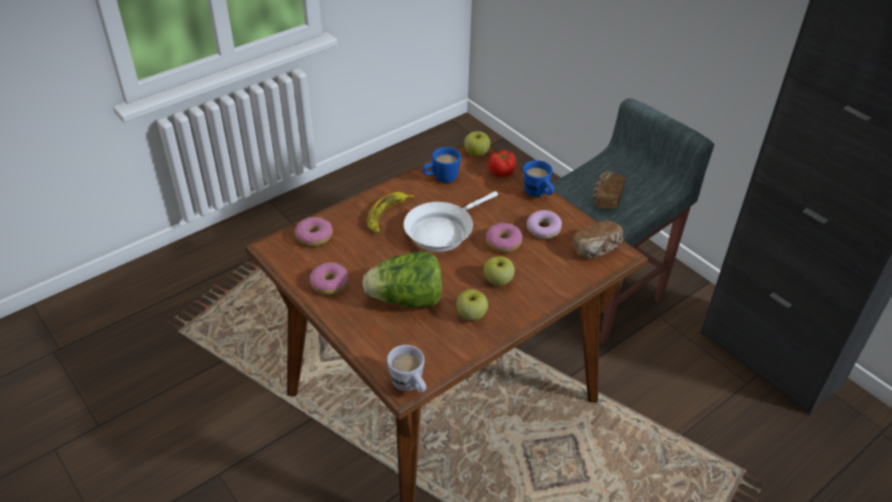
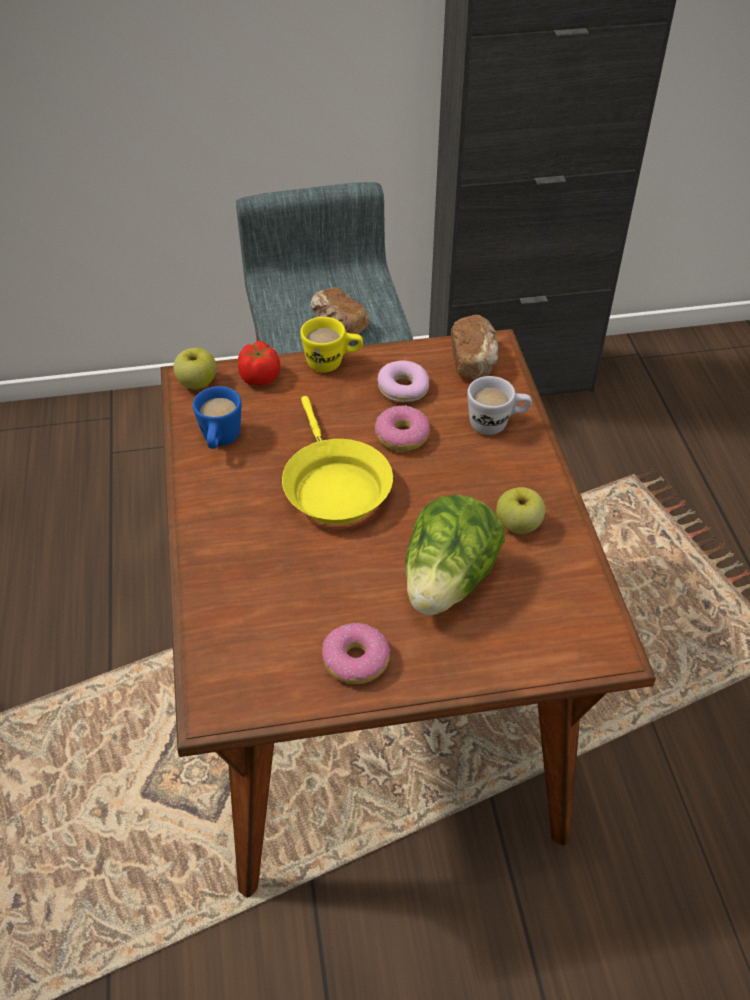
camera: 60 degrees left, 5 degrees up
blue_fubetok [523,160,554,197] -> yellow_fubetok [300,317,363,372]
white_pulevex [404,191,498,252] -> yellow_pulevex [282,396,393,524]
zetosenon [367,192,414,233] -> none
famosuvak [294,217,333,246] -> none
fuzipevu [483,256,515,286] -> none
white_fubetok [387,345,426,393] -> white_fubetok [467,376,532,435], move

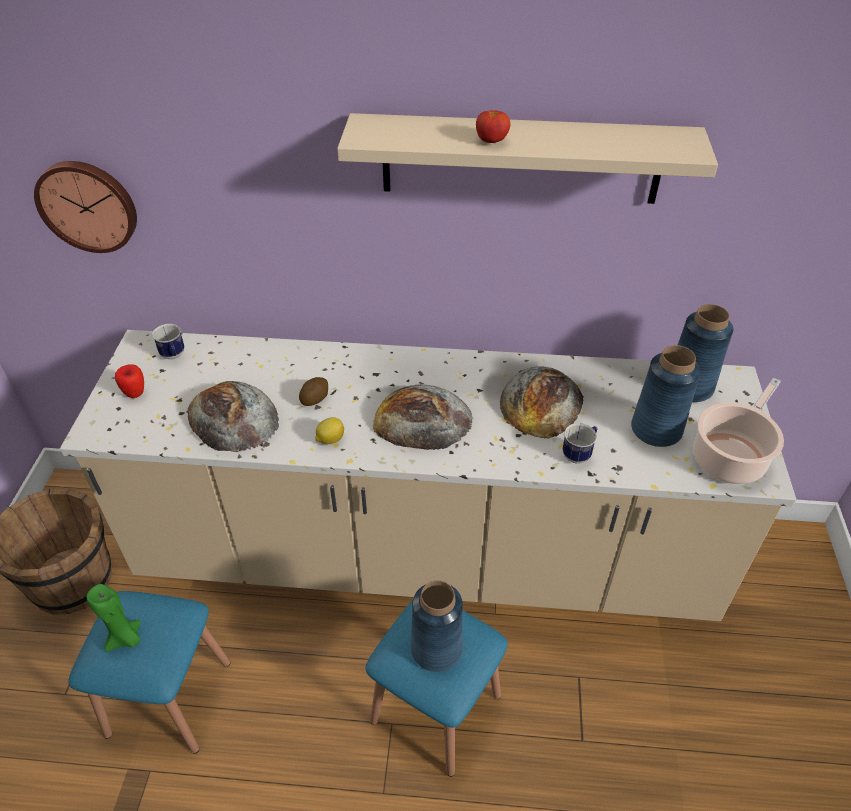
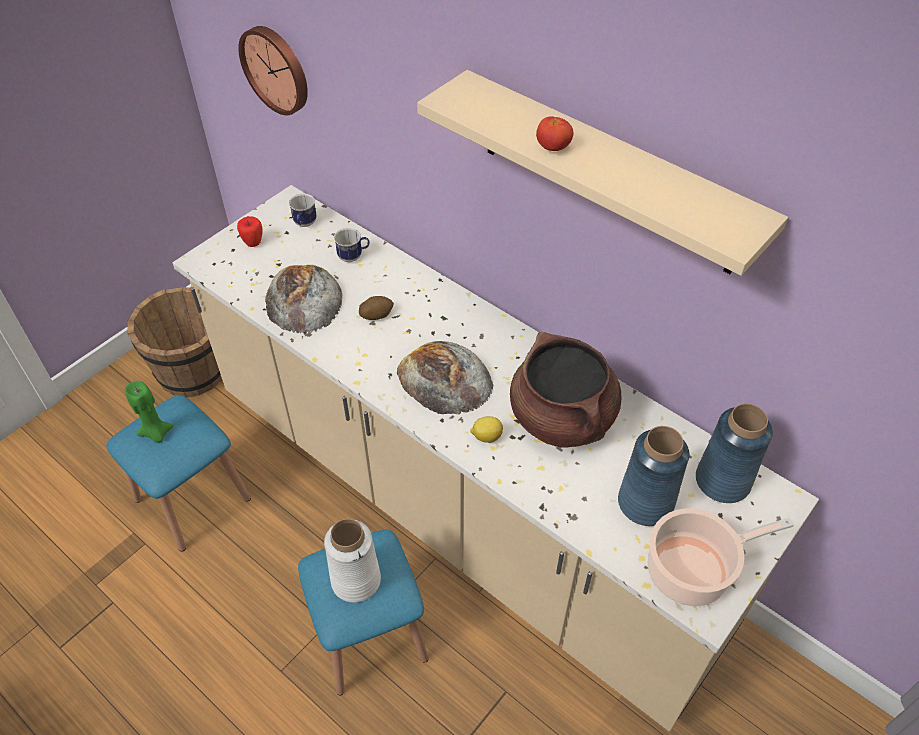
camera: 35 degrees right, 5 degrees up
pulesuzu [500,366,584,439] -> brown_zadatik [510,332,621,448]
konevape [315,417,344,444] -> konevape [470,416,503,443], move
fubetok [562,423,597,464] -> fubetok [334,228,370,262], move
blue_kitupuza [411,580,463,672] -> white_kitupuza [324,519,381,602]

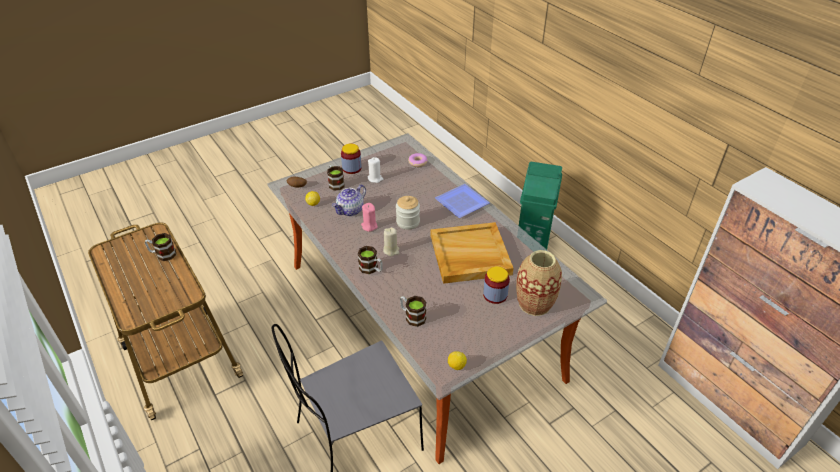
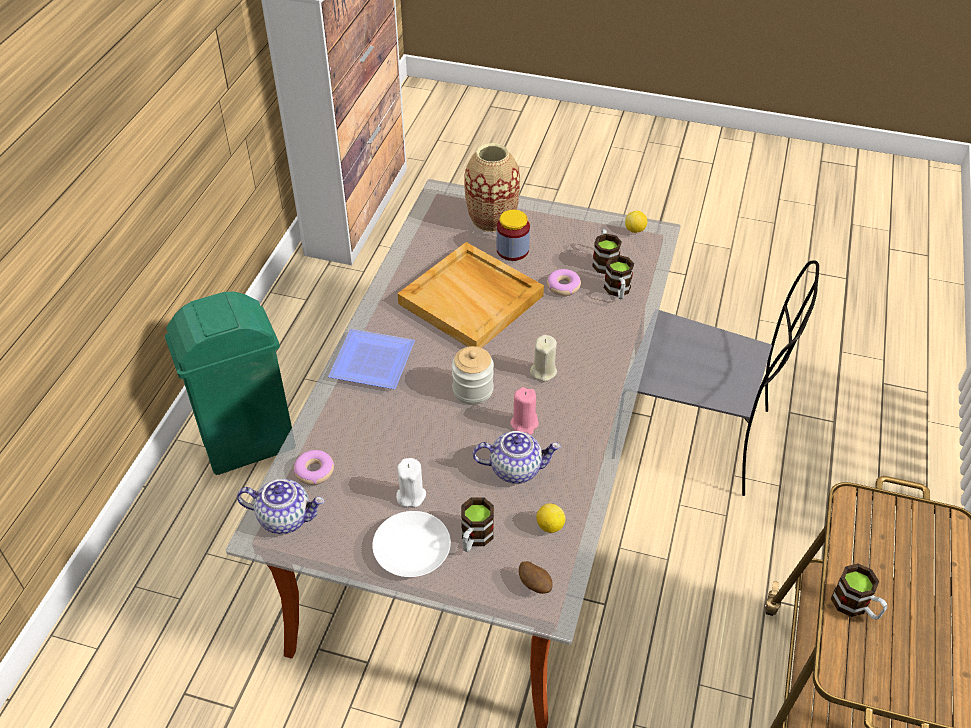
camera: 130 degrees left, 5 degrees up
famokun [341,144,362,174] -> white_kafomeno [372,511,451,577]
fubetok [358,246,383,274] -> fubetok [592,229,622,274], move
none -> famosuvak [547,269,581,296]
none -> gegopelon [237,479,325,534]

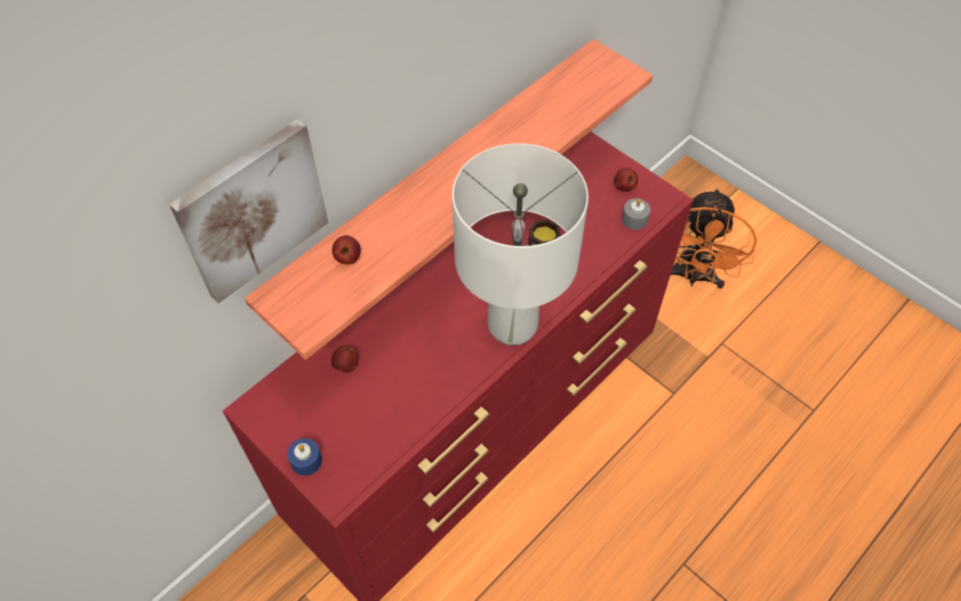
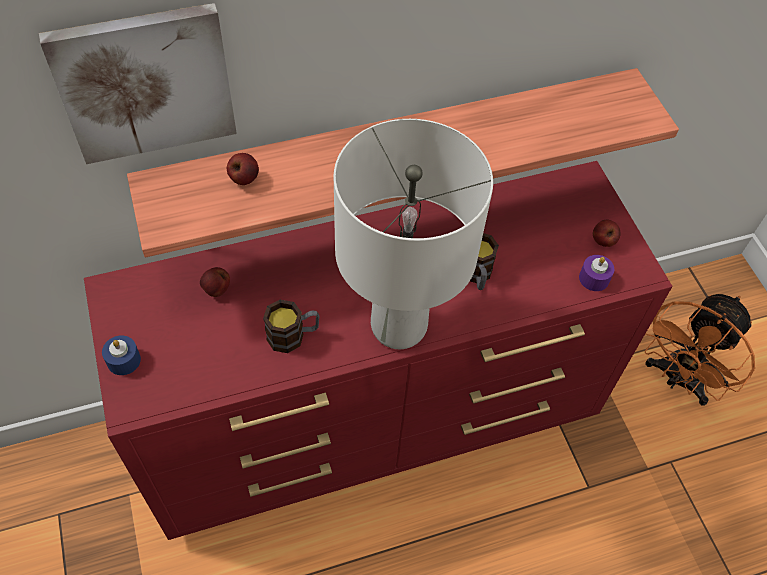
camera: 25 degrees right, 0 degrees up
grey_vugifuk [622,198,651,230] -> purple_vugifuk [579,255,614,291]
none -> fubetok [263,300,319,353]

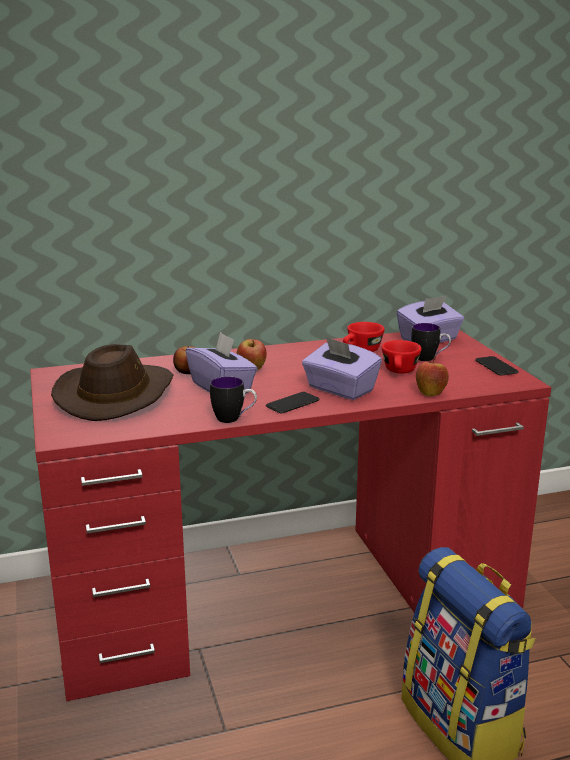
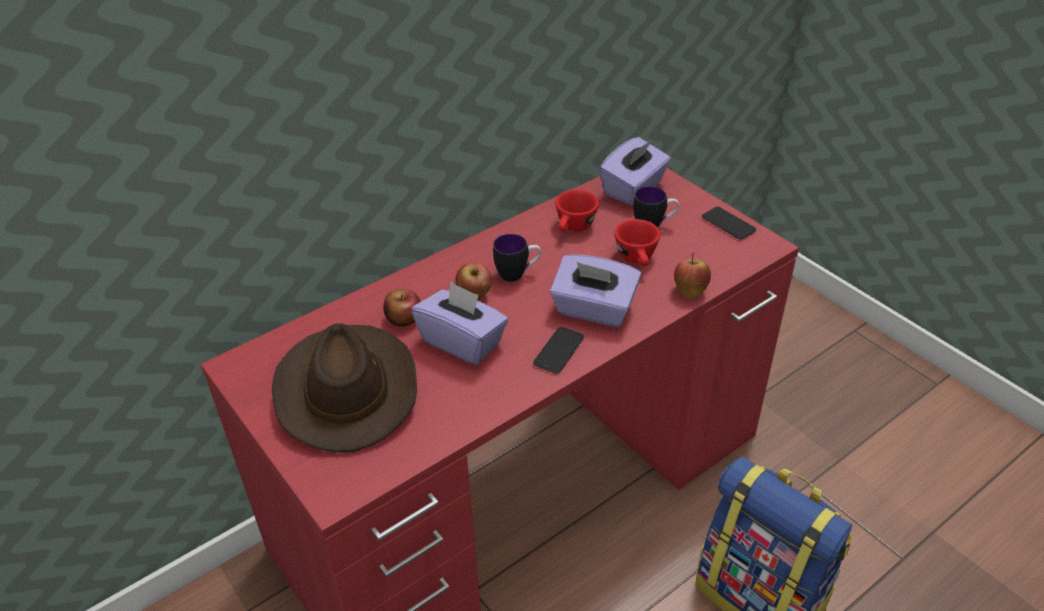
camera: 20 degrees left, 20 degrees up
fubetok [210,377,257,423] -> fubetok [493,234,541,282], move

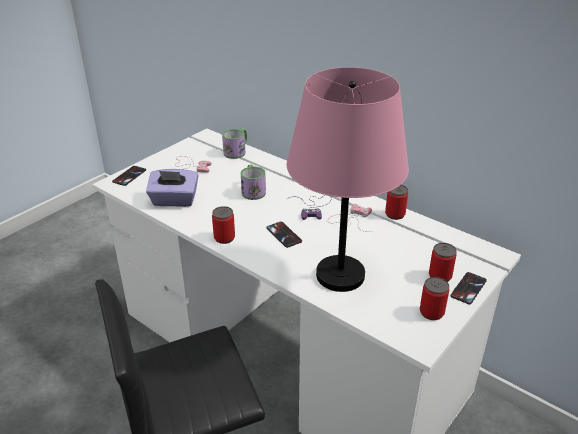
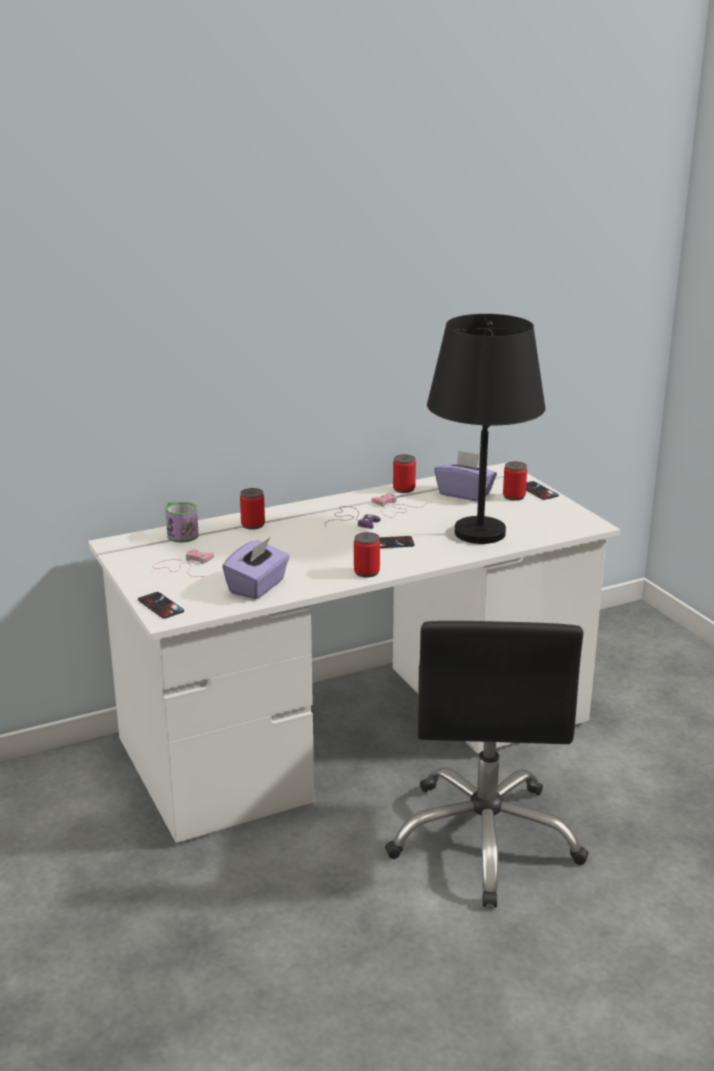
camera: 65 degrees left, 10 degrees down
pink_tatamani [287,67,409,292] -> black_tatamani [427,314,546,544]
fubetok [241,164,266,200] -> none
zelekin [420,277,449,320] -> zelekin [240,488,265,530], move
none -> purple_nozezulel [434,450,497,502]

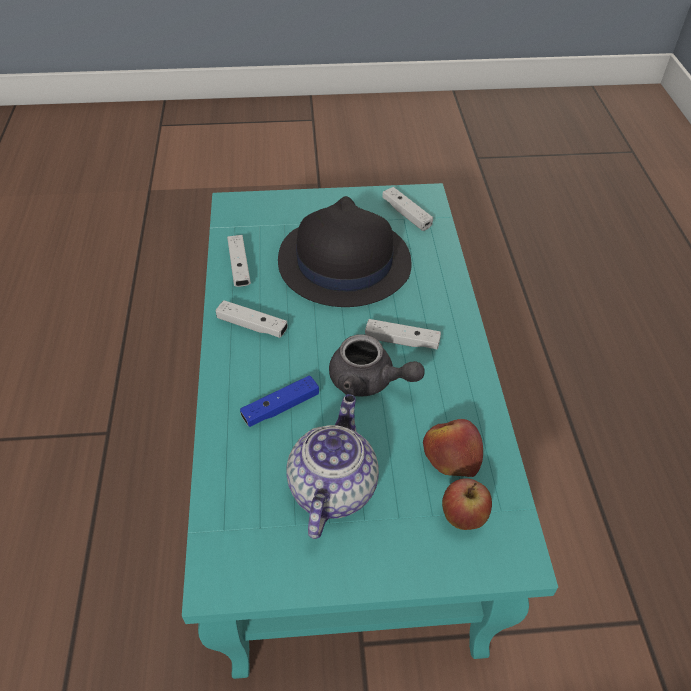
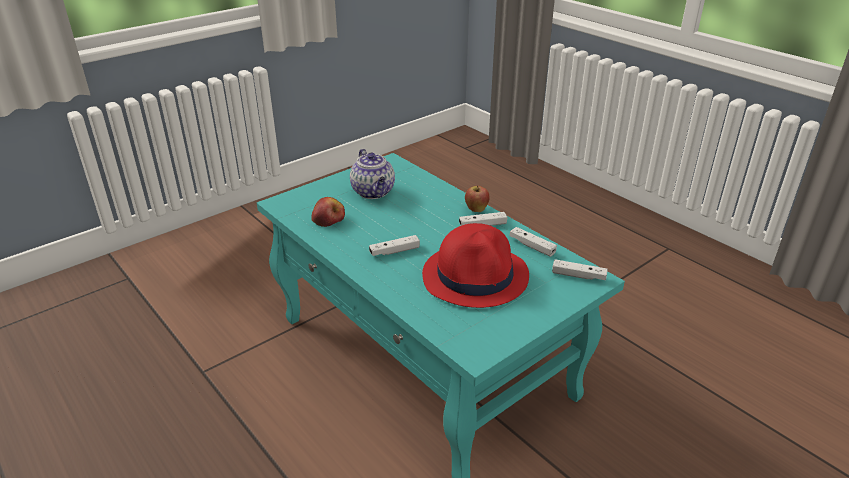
camera: 145 degrees right, 15 degrees down
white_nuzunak [382,187,433,231] -> white_nuzunak [552,259,608,280], move
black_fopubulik [278,196,412,307] -> red_fopubulik [422,223,529,308]
grey_gegopelon [329,334,425,397] -> none
blue_nuzunak [240,375,319,427] -> none
fuzipevu [442,478,492,530] -> fuzipevu [465,186,490,212], move

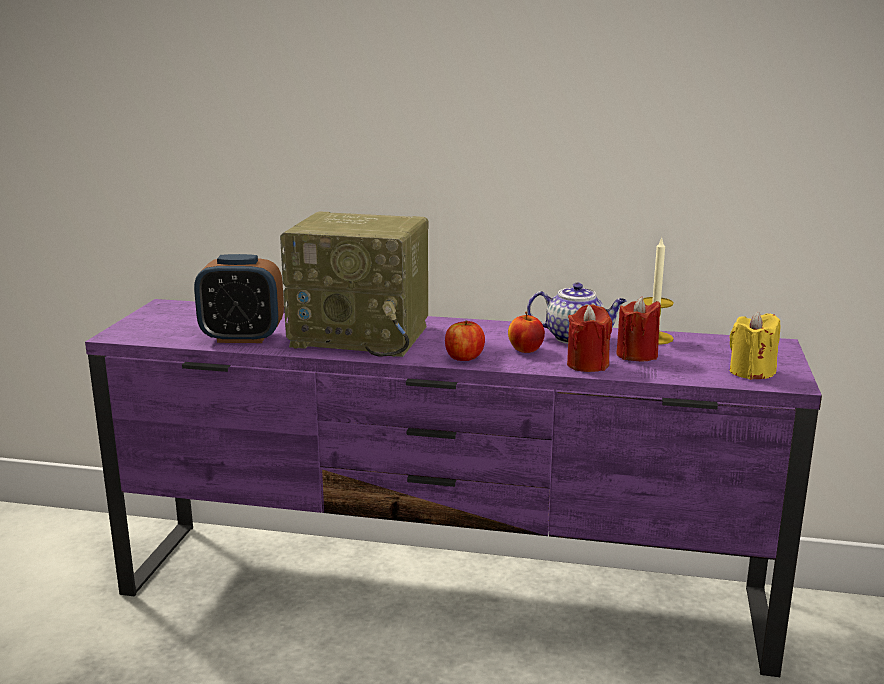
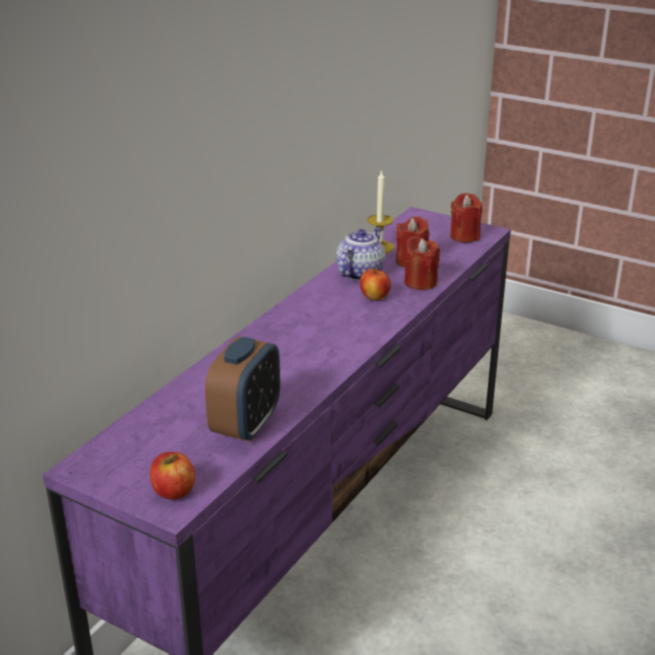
camera: 70 degrees left, 10 degrees up
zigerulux [280,212,429,357] -> none
yellow_vugifuk [729,311,780,380] -> red_vugifuk [450,193,482,242]
fuzipevu [445,320,485,361] -> fuzipevu [150,452,195,500], move

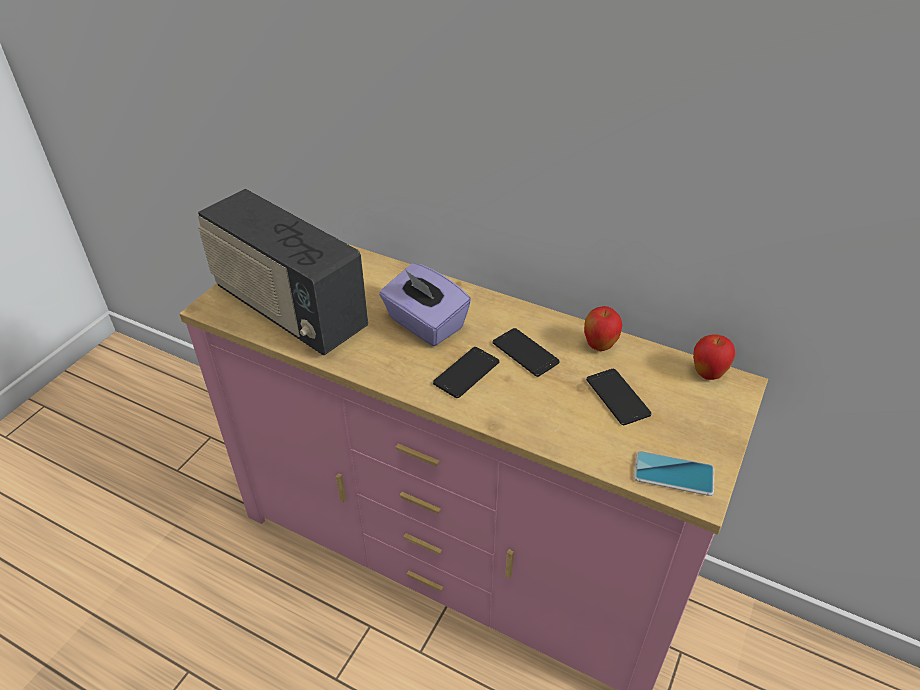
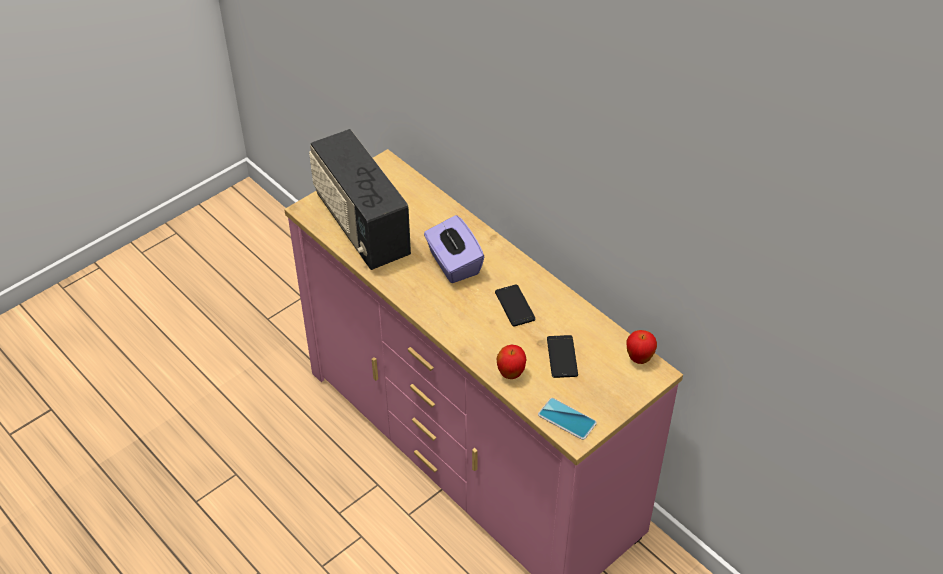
camera: 20 degrees right, 5 degrees up
fuzipevu [584,306,622,351] -> fuzipevu [497,344,527,379], move
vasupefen [433,347,499,398] -> none

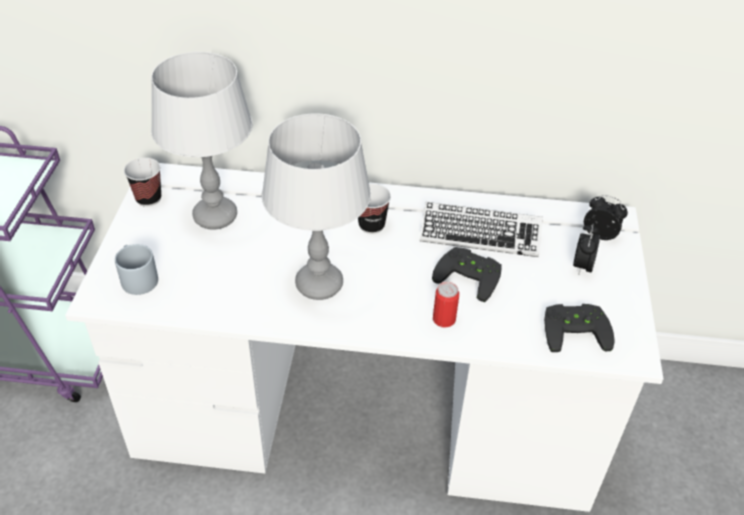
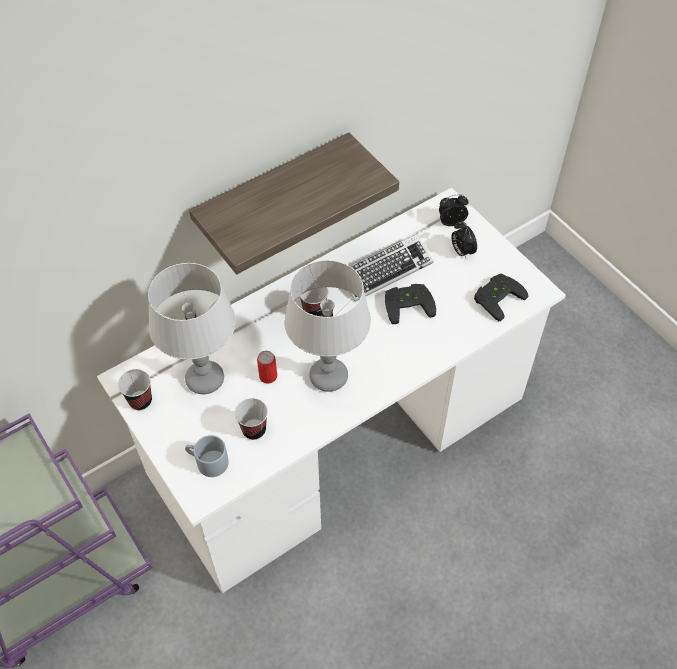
camera: 40 degrees left, 10 degrees up
zelekin [433,282,459,328] -> zelekin [257,351,277,384], move
none -> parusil [189,133,399,274]
none -> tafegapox [235,398,268,440]

